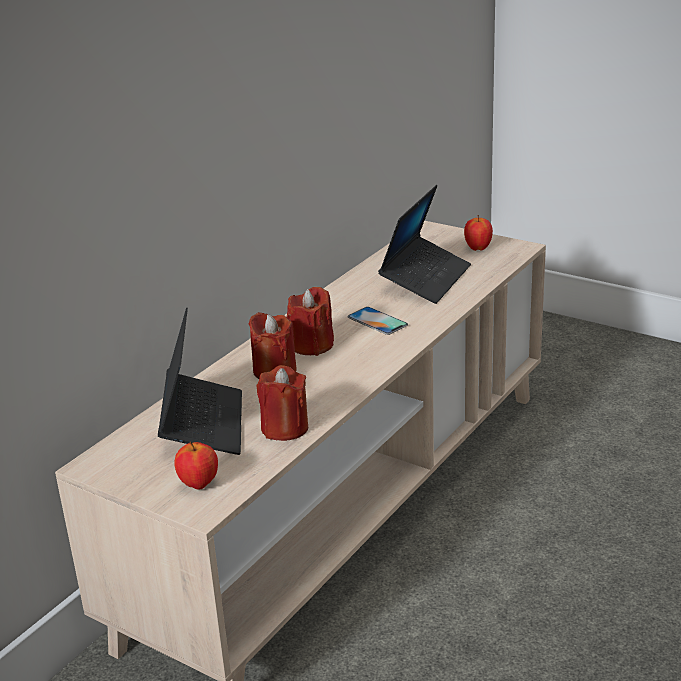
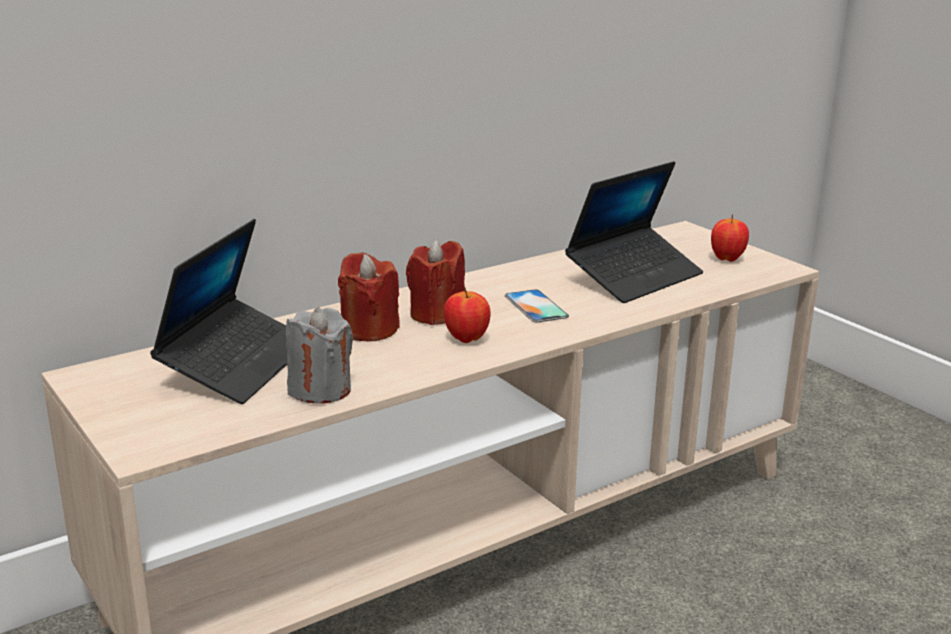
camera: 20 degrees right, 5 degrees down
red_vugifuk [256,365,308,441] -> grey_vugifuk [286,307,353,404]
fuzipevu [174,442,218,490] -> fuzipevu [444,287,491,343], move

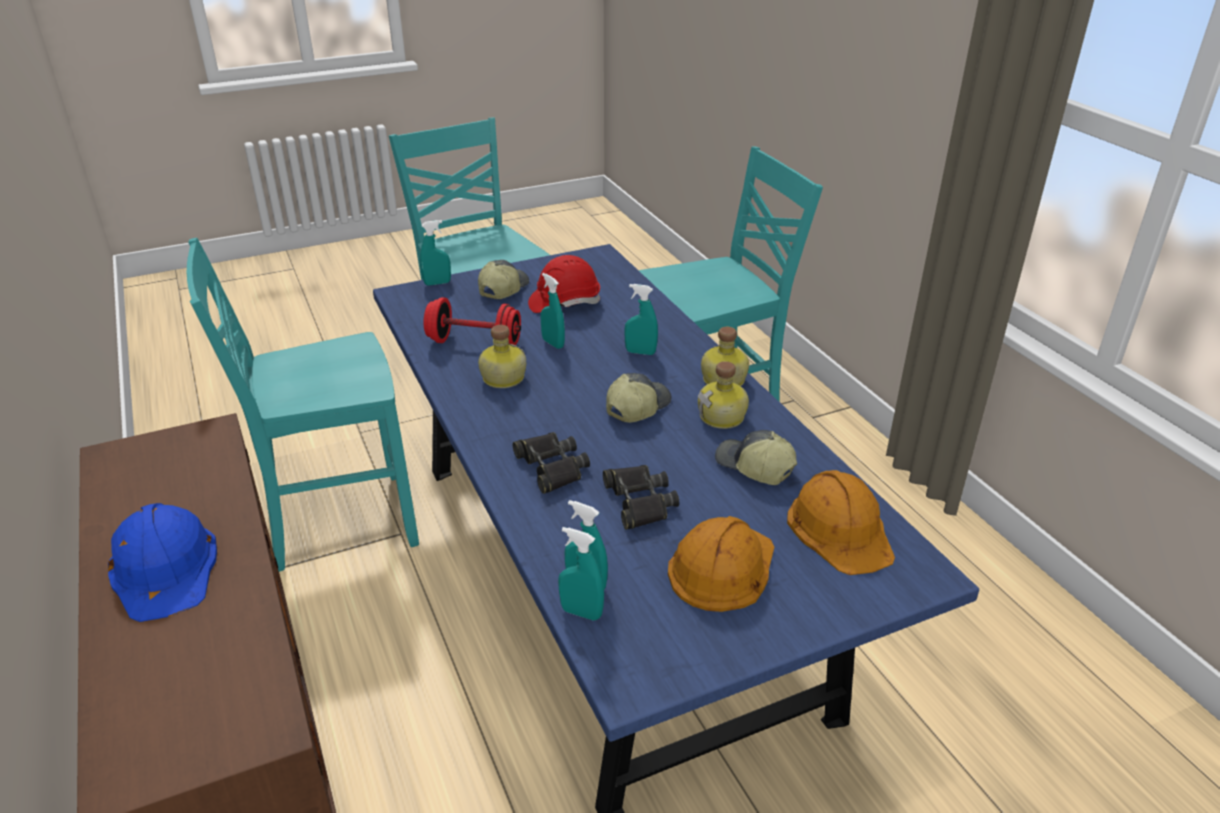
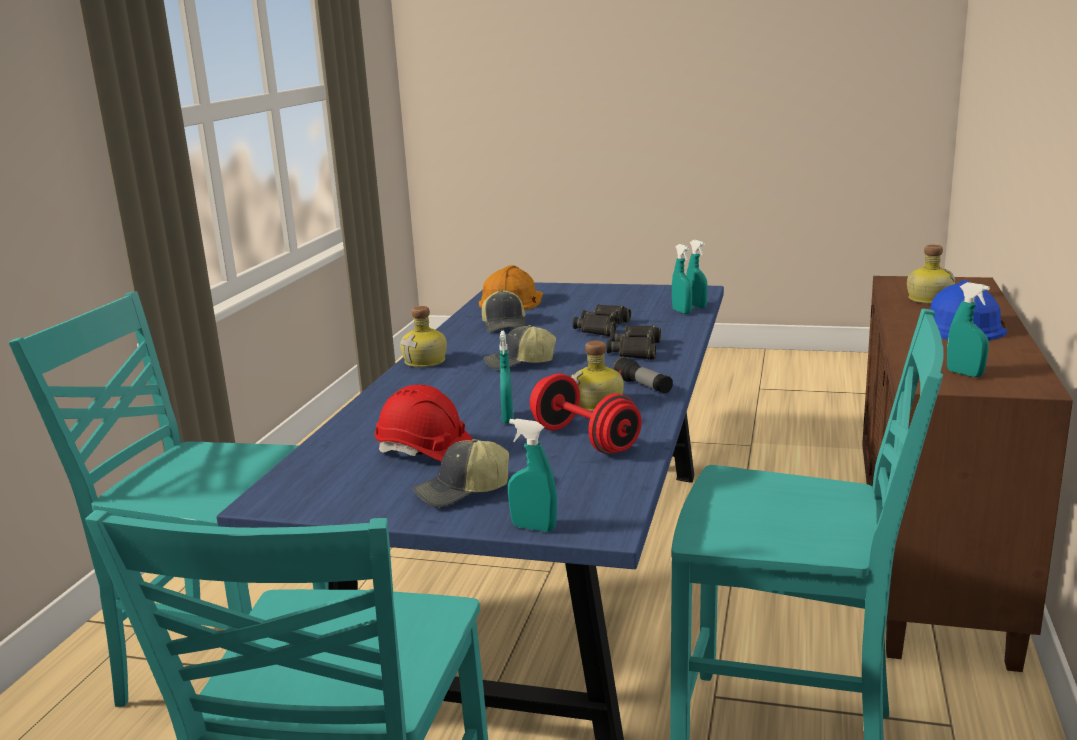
camera: 140 degrees left, 15 degrees down
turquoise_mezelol [624,284,658,355] -> turquoise_mezelol [947,282,990,377], move
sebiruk [697,361,749,429] -> sebiruk [907,245,955,304], move
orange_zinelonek [668,516,774,612] -> none
none -> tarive [612,357,673,394]

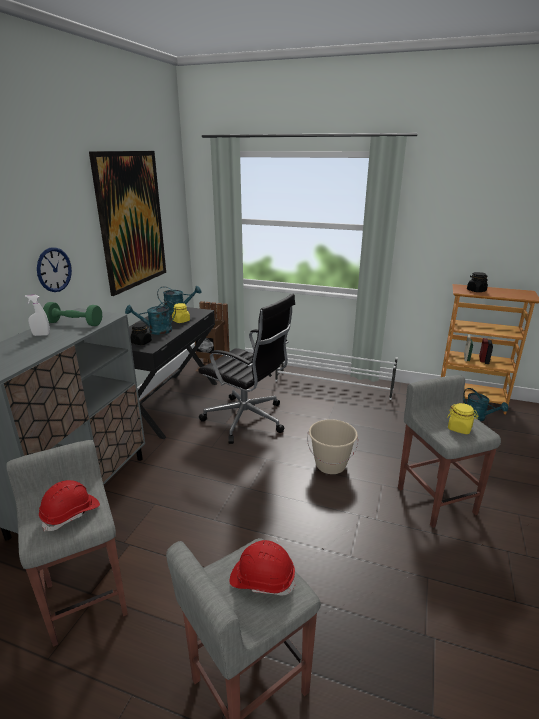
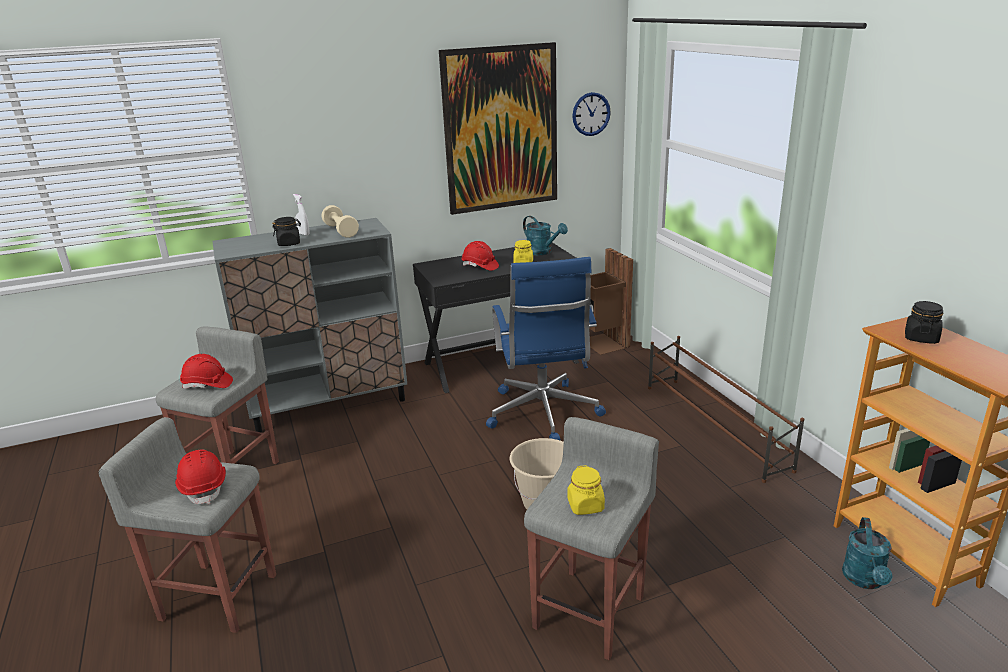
camera: 50 degrees right, 0 degrees up
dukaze [37,247,72,292] -> dukaze [572,92,611,136], move
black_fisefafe [198,294,295,444] -> blue_fisefafe [486,257,606,441]
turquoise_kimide [125,301,176,335] -> red_zinelonek [462,241,499,271]
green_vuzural [43,302,102,326] -> beige_vuzural [322,205,359,238]
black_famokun [131,323,152,345] -> black_famokun [272,217,301,246], move
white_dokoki [275,347,398,400] -> brown_dokoki [648,336,804,483]

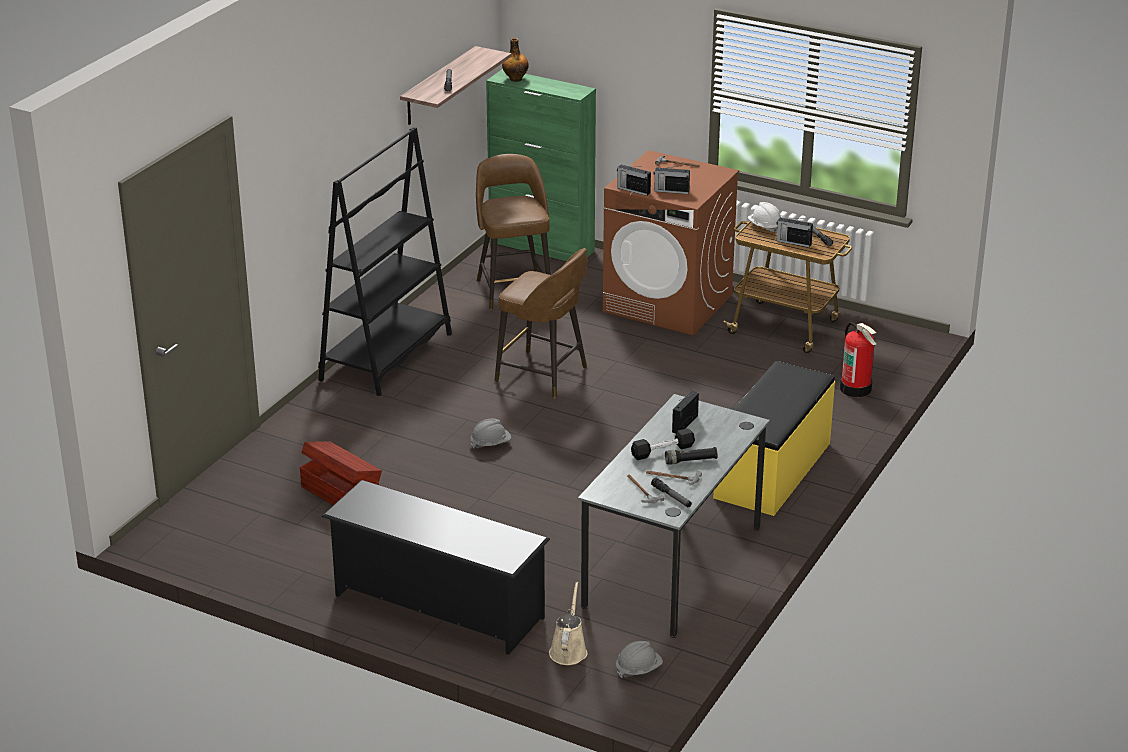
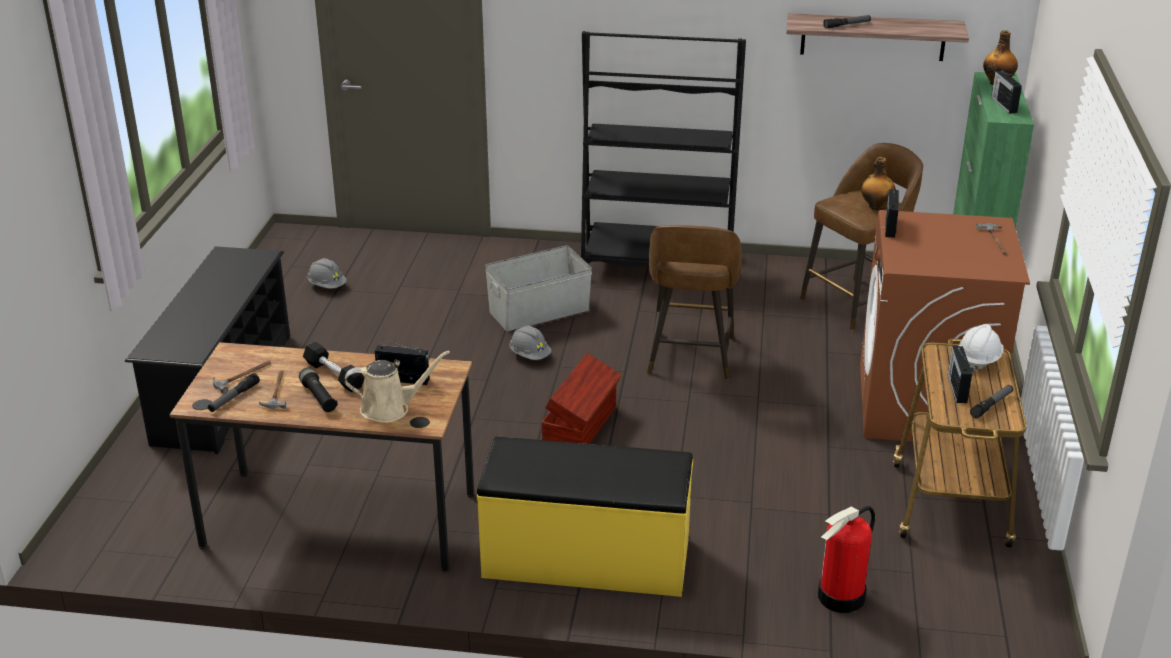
camera: 70 degrees right, 0 degrees up
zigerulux [654,165,690,194] -> zigerulux [991,71,1022,114], move
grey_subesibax [578,394,770,638] -> brown_subesibax [169,342,474,572]
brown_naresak [300,441,382,505] -> brown_naresak [542,353,622,444], move
beige_kimide [549,582,587,665] -> beige_kimide [345,350,450,423], move
grey_zinelonek [616,641,663,678] -> grey_zinelonek [307,258,347,289], move
none -> sebiruk [861,157,896,210]
none -> grey_naresak [485,245,592,331]

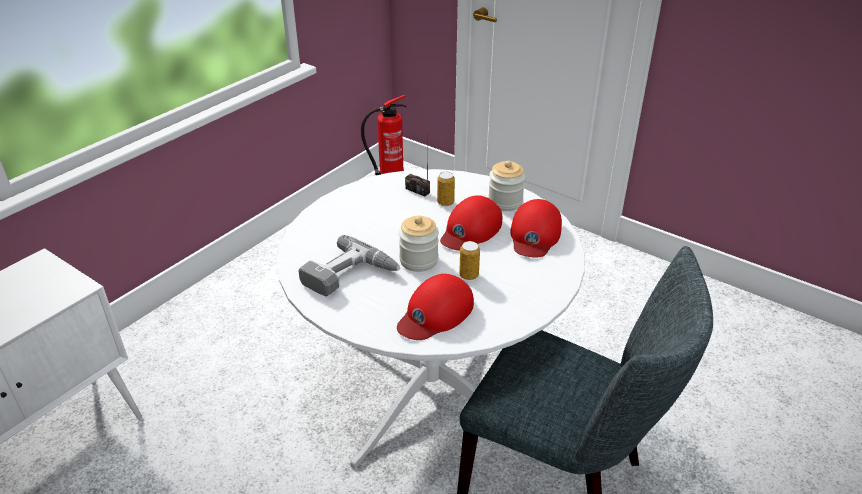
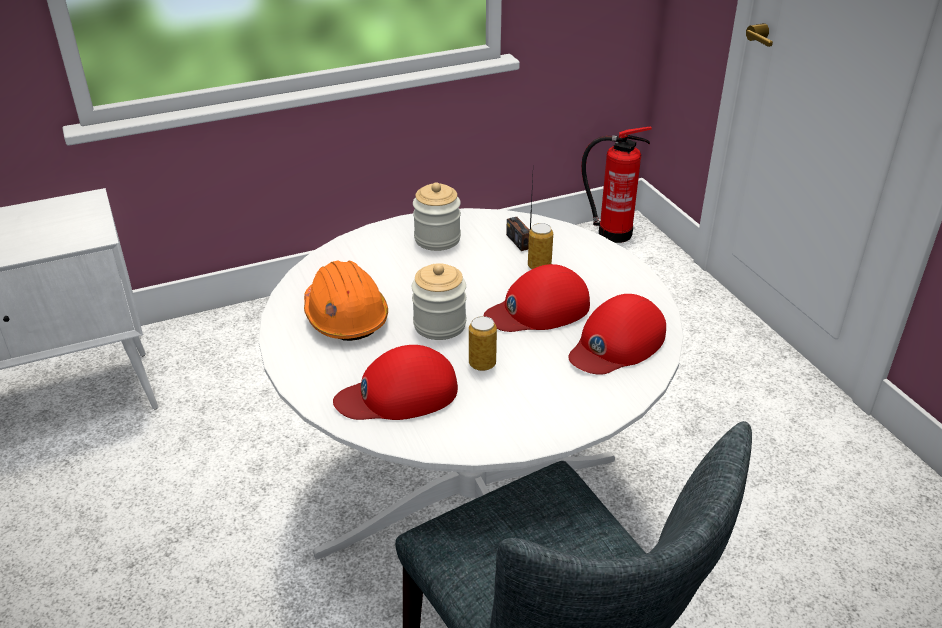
camera: 30 degrees right, 0 degrees up
famokun [488,161,525,211] -> famokun [413,183,461,251], move
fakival [299,235,400,296] -> orange_zinelonek [304,261,388,341]

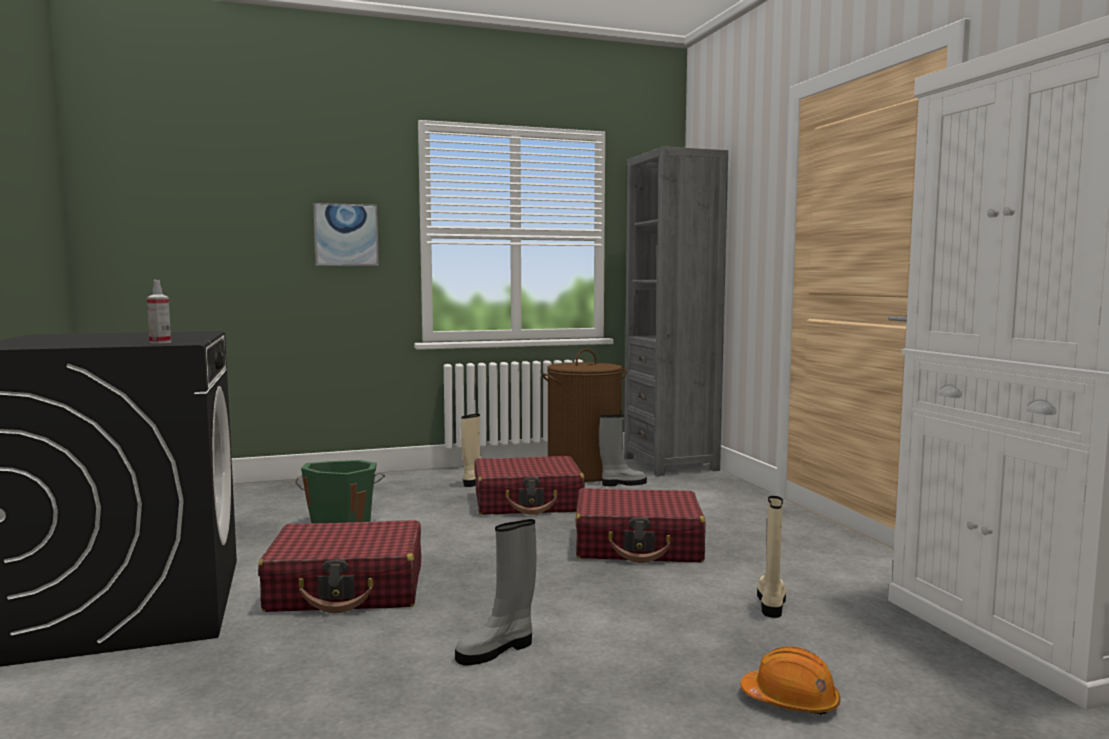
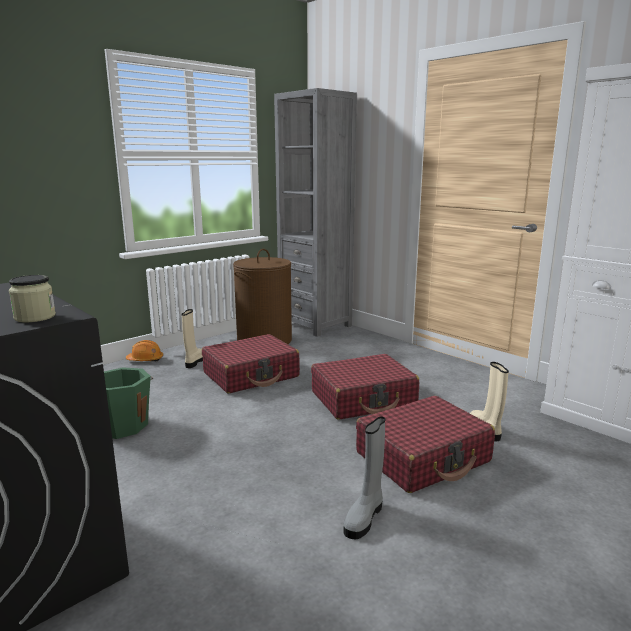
camera: 25 degrees left, 10 degrees up
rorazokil [313,203,379,266] -> none
mezelol [147,280,171,343] -> famokun [9,275,56,322]
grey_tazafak [599,414,647,486] -> none
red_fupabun [258,520,421,613] -> red_fupabun [356,396,495,493], move
orange_zinelonek [740,646,840,715] -> orange_zinelonek [126,340,163,362], move

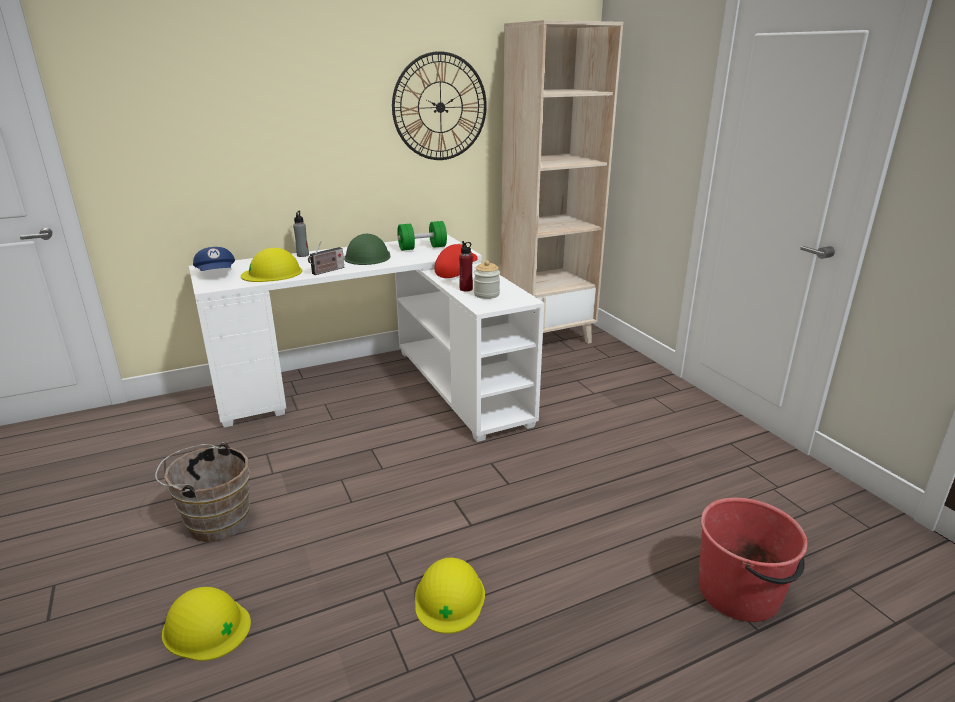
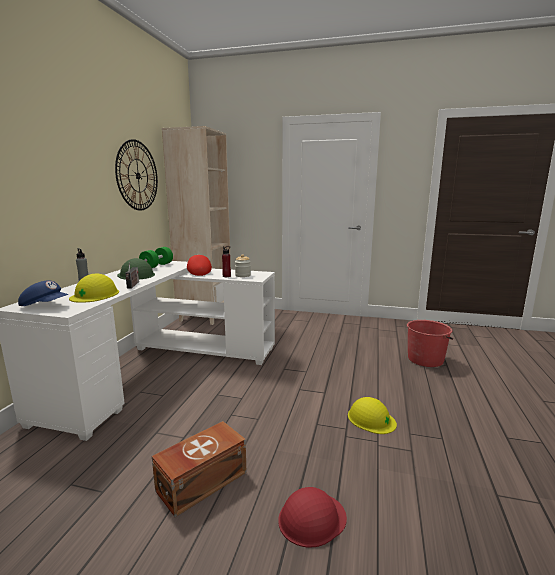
camera: 50 degrees left, 10 degrees down
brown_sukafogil [155,442,250,542] -> brown_naresak [152,421,246,517]
yellow_zinelonek [162,587,251,661] -> red_zinelonek [278,487,347,547]

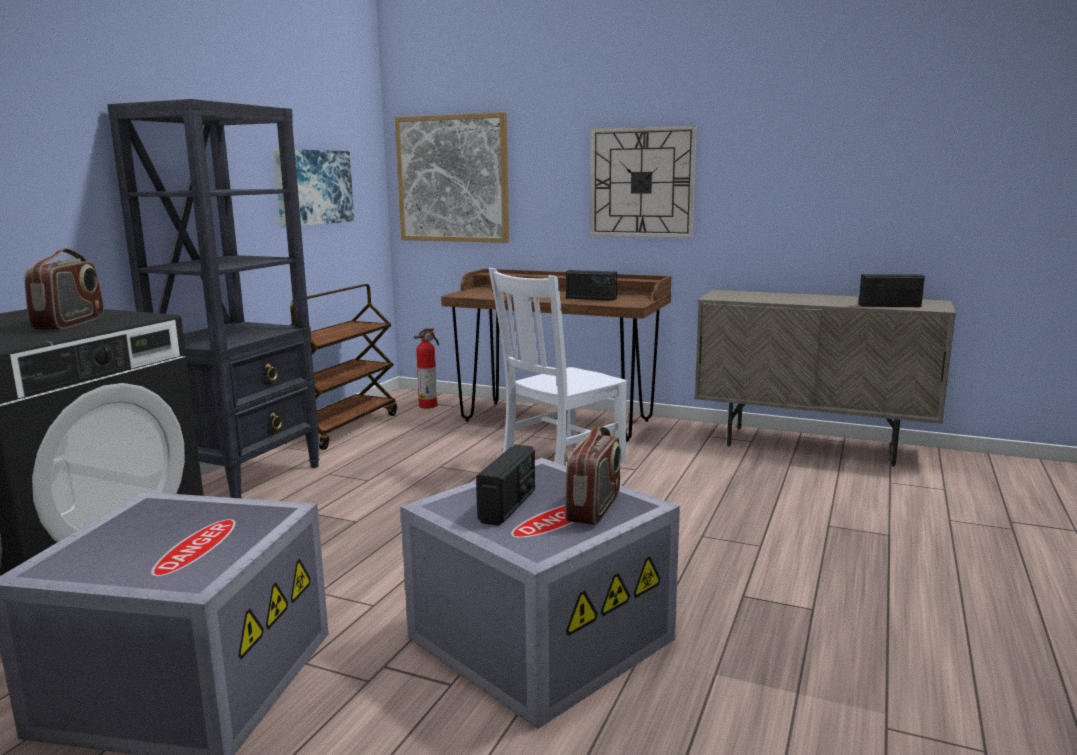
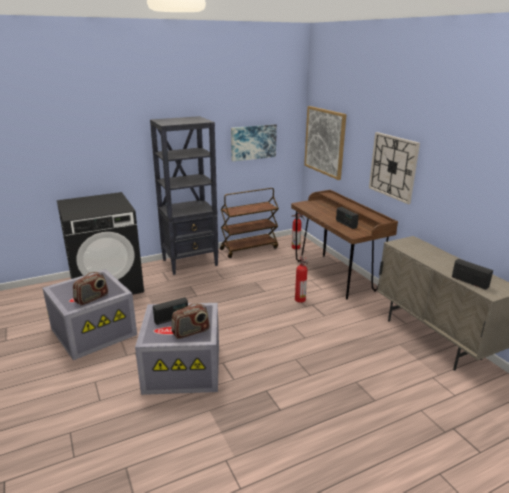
camera: 40 degrees right, 10 degrees up
zigerulux [24,248,104,329] -> zigerulux [73,272,108,306], move
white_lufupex [489,268,627,465] -> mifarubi [295,256,308,303]

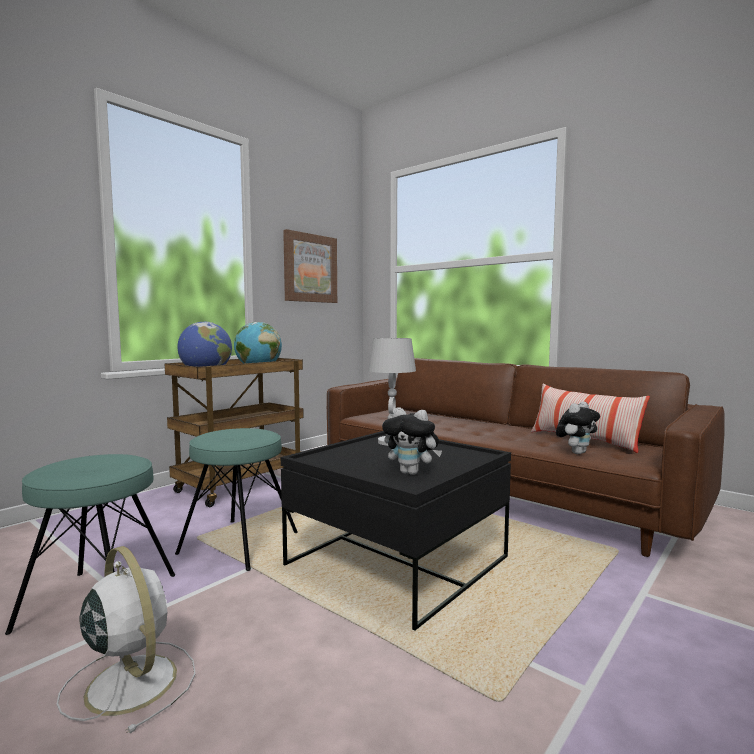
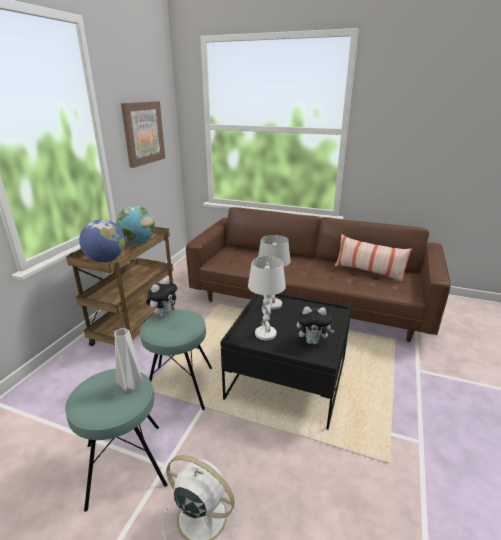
camera: 20 degrees left, 20 degrees up
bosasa [556,402,600,454] -> bosasa [146,278,177,317], move
none -> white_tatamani [248,256,286,340]
none -> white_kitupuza [115,328,142,392]

